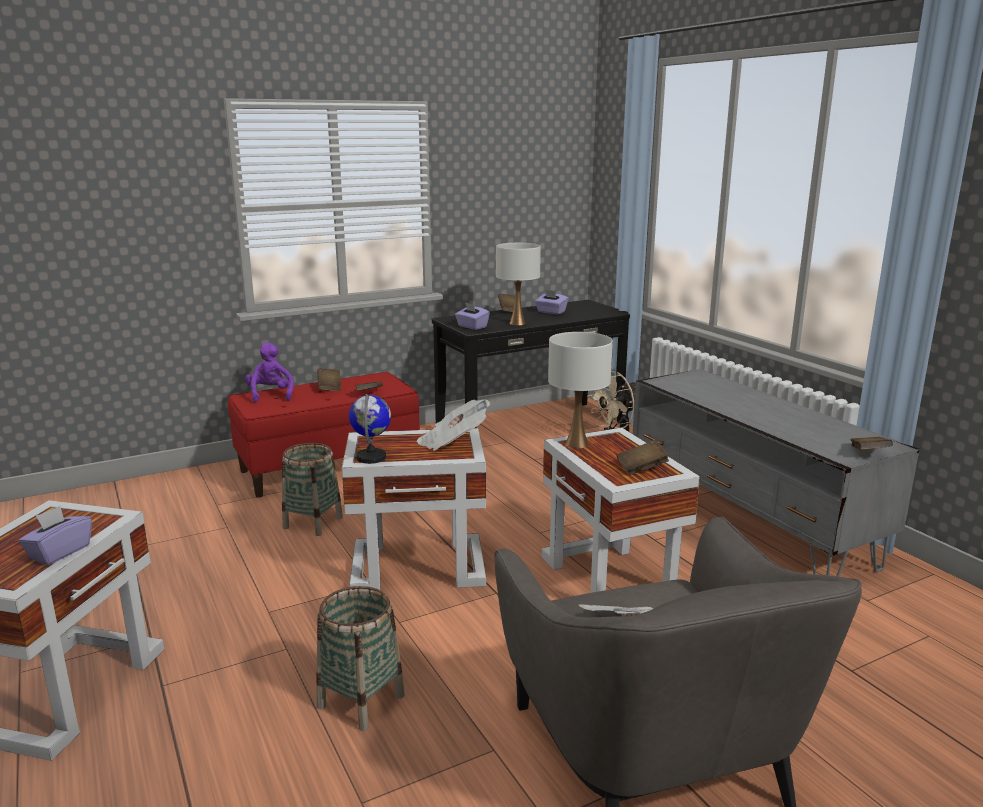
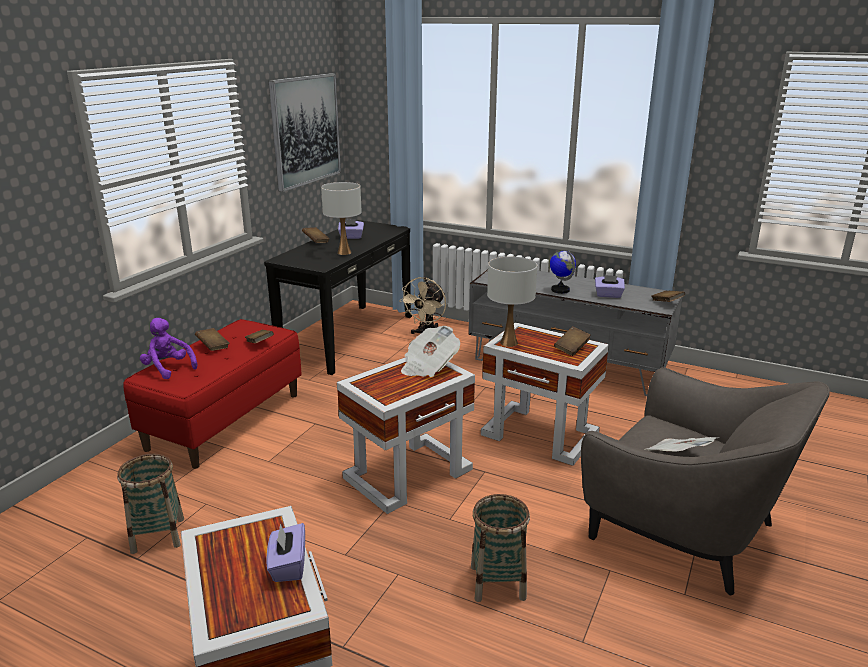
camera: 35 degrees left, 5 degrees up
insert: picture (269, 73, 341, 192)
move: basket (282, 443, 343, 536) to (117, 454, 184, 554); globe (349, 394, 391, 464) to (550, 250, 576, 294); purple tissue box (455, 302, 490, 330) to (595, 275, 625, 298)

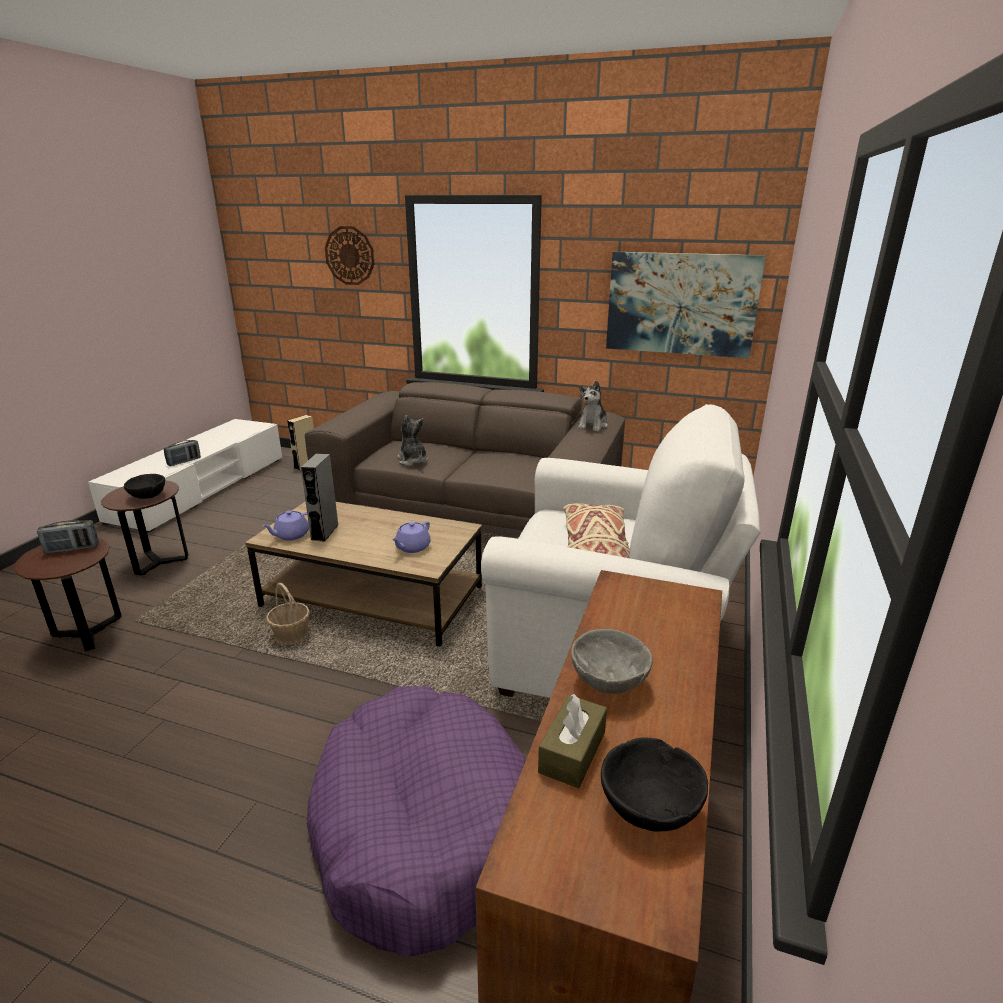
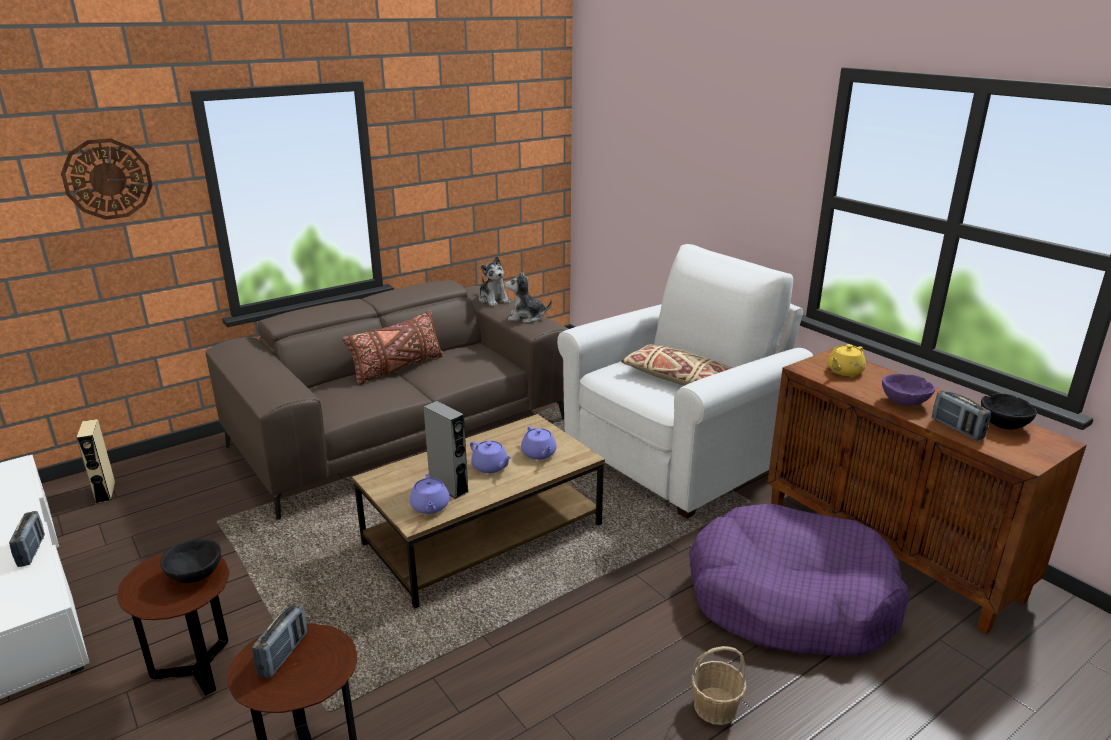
camera: 55 degrees left, 0 degrees up
delete: picture (606, 252, 766, 358)
insert: brown pillow (342, 310, 444, 385); purple teapot (470, 441, 512, 473); yellow teapot (827, 344, 866, 376)
move: basket (266, 583, 310, 645) to (691, 646, 747, 725); plush toy (398, 415, 428, 466) to (505, 271, 552, 323)
replace: brown tissue box (538, 694, 607, 788) to radio (932, 390, 991, 440)
recolor: grey bowl (571, 629, 653, 694) to purple bowl (882, 374, 935, 406)

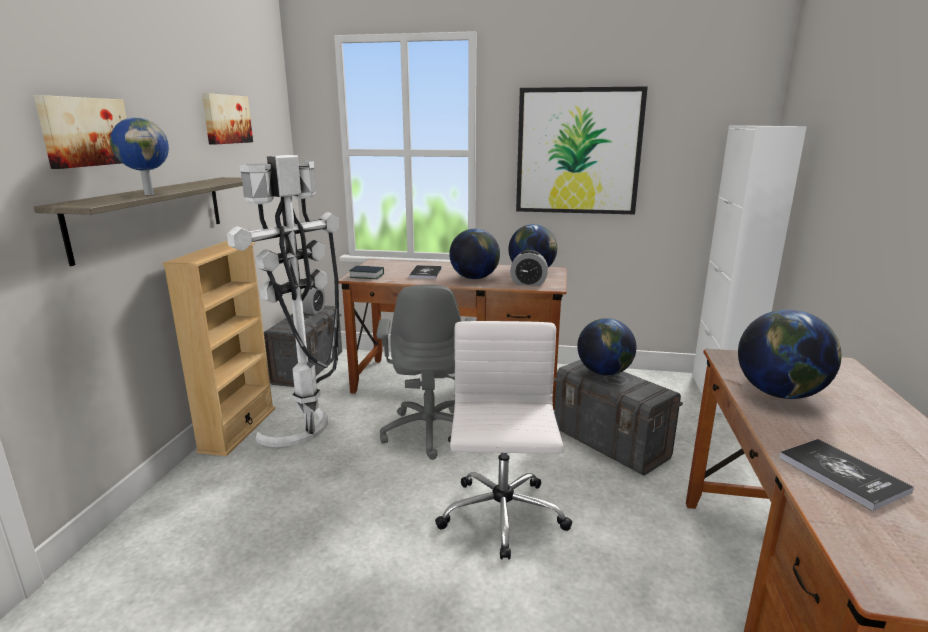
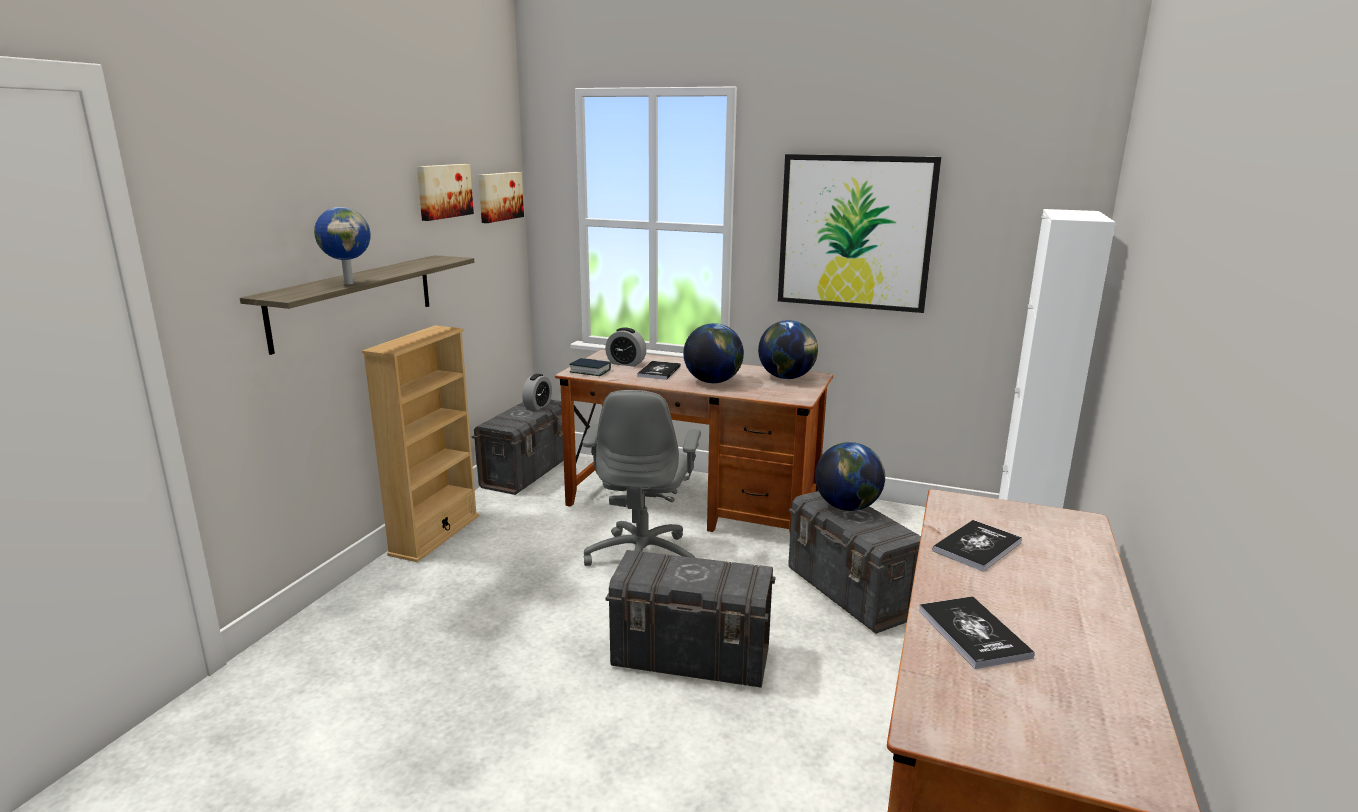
camera: 10 degrees right, 0 degrees up
delete: white floor lamp (227, 155, 340, 447)
move: picture (34, 95, 127, 169) to (478, 172, 524, 223); alarm clock (510, 250, 548, 286) to (605, 328, 647, 367)
replace: white office chair (435, 321, 572, 559) to grey storage box (605, 550, 775, 688); globe (738, 309, 842, 399) to book (933, 520, 1022, 572)

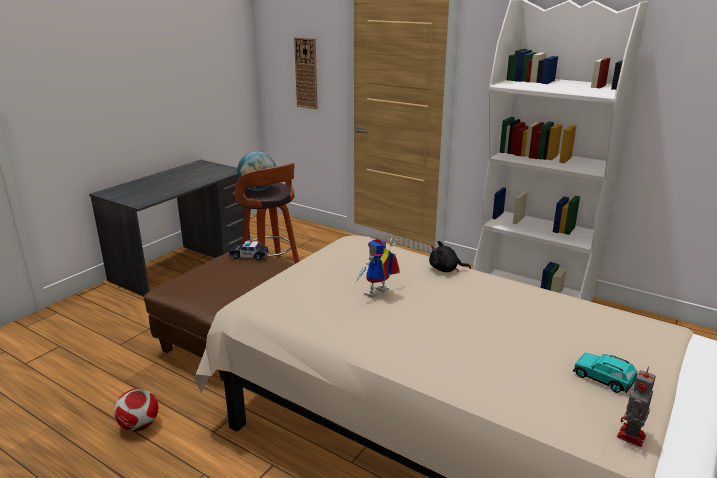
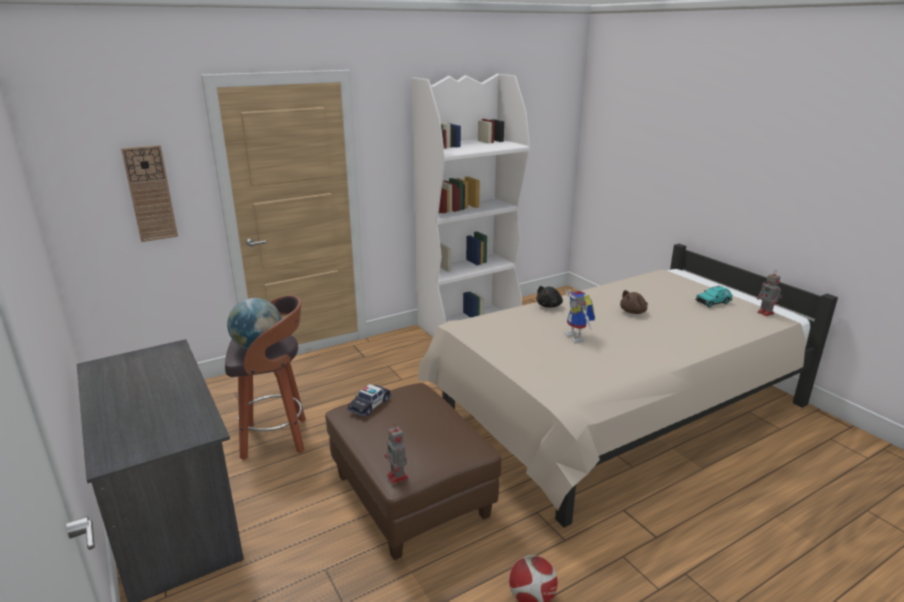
camera: 65 degrees left, 0 degrees up
insert: toy robot (385, 424, 409, 484); brown plush toy (620, 290, 647, 314)

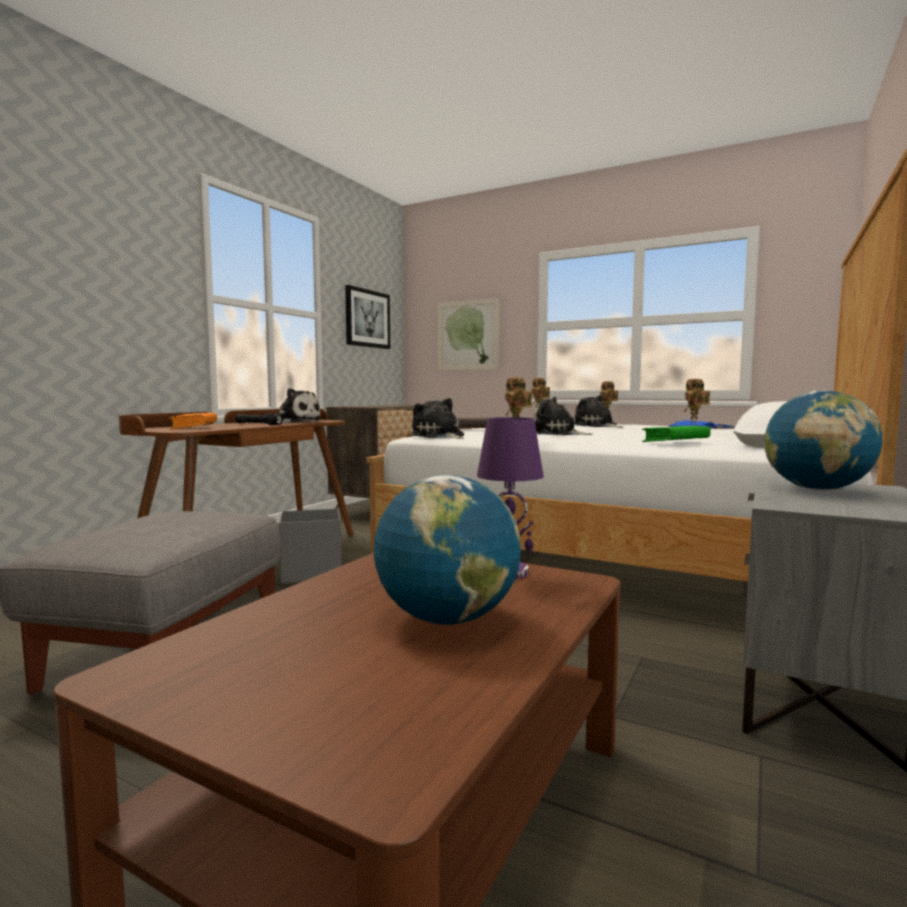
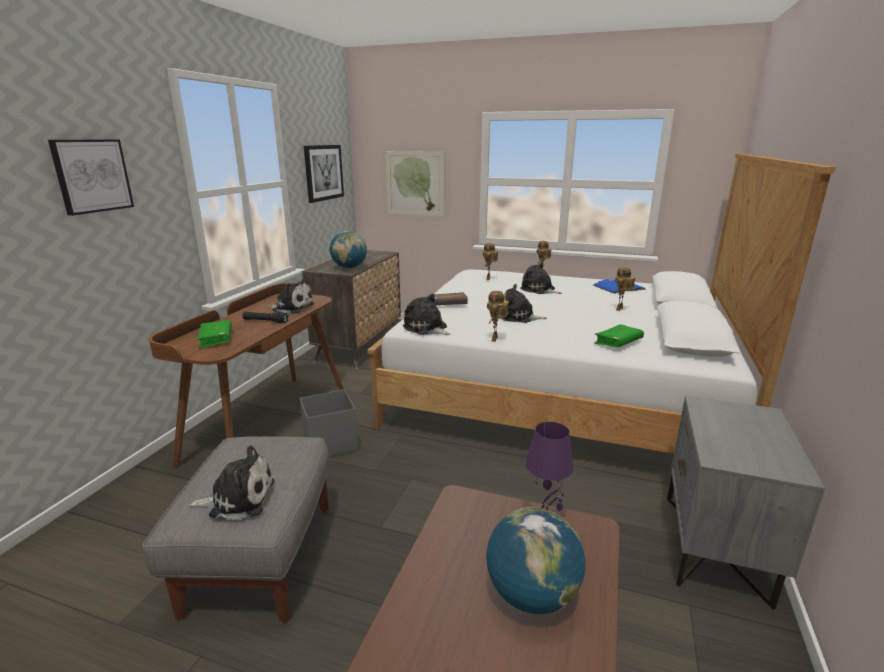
camera: 10 degrees left, 15 degrees up
insert: picture (48, 139, 134, 216); plush toy (189, 445, 274, 520)
move: globe (764, 390, 883, 491) to (330, 231, 367, 269)
recolor: orange book (168, 413, 217, 430) to green book (197, 320, 232, 349)

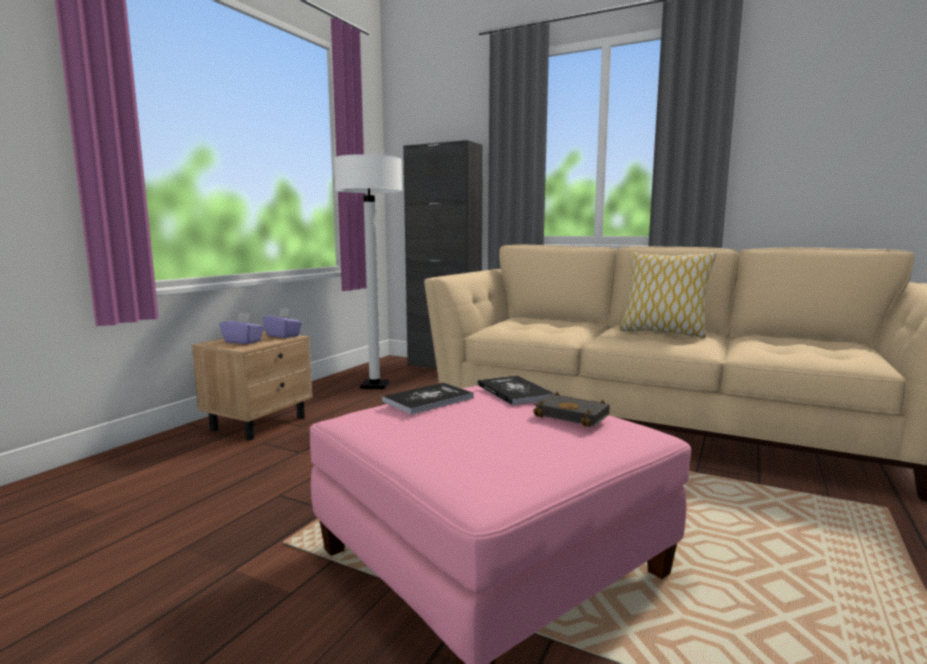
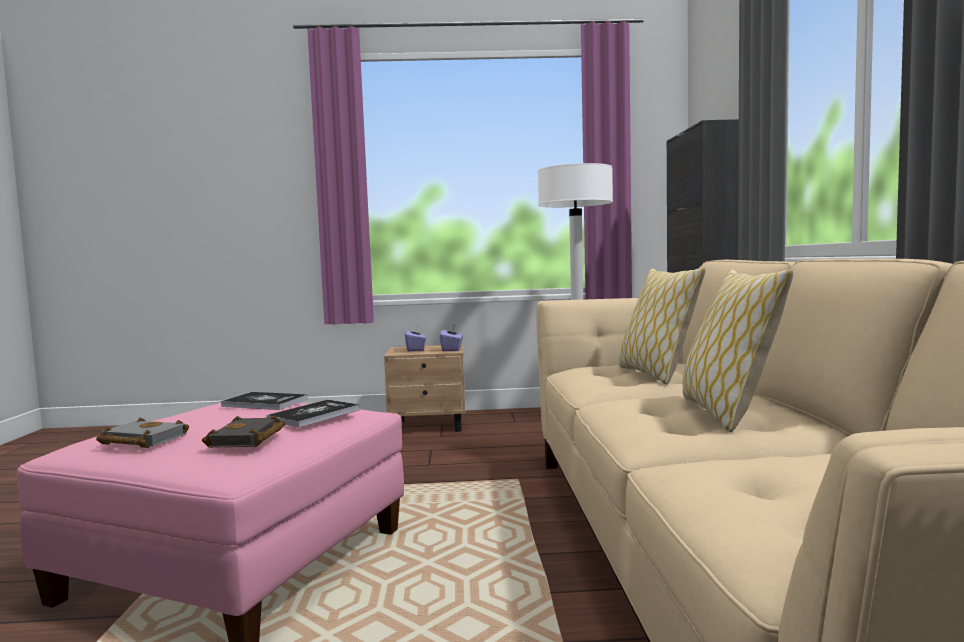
camera: 60 degrees right, 5 degrees down
insert: grey book (96, 417, 189, 448); pillow (619, 267, 706, 384)

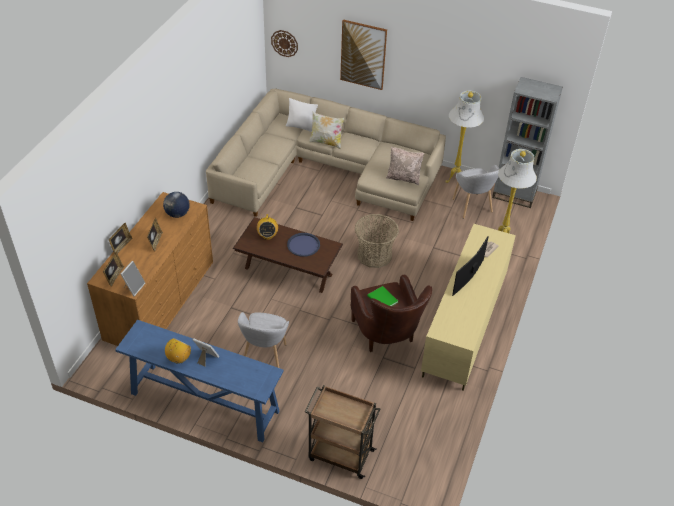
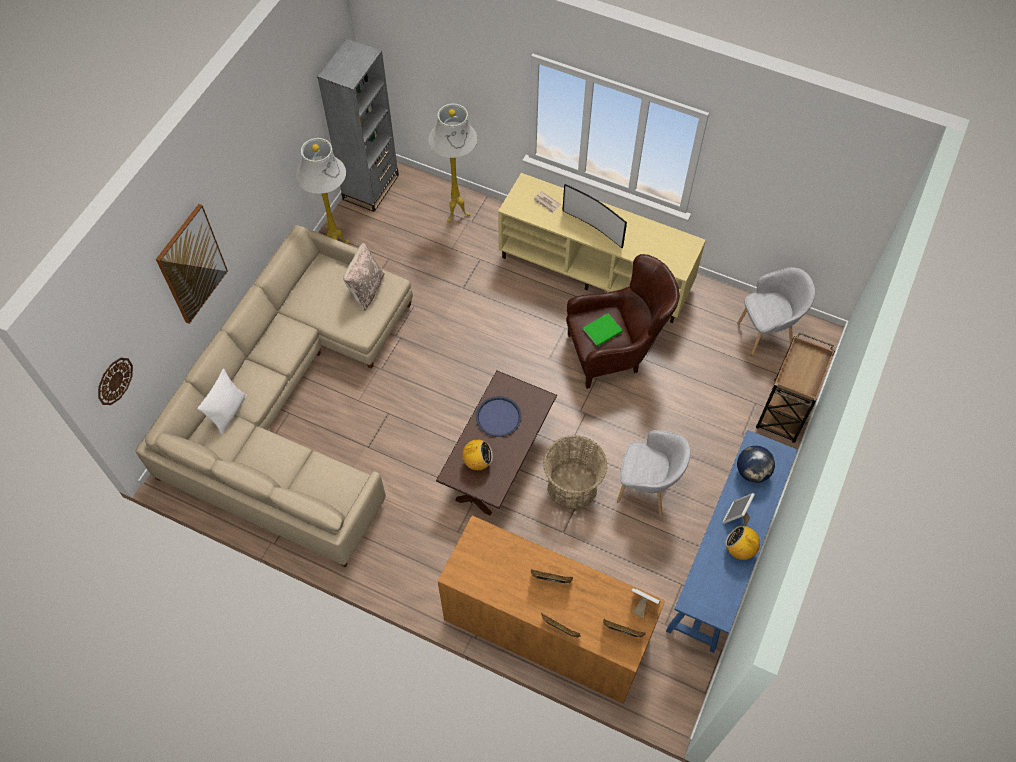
camera: 85 degrees left, 15 degrees up
delete: pillow (309, 112, 345, 149)
move: globe (163, 192, 190, 218) to (737, 446, 775, 483); basket (355, 214, 399, 268) to (543, 435, 608, 509); grey armchair (453, 165, 500, 219) to (737, 267, 815, 356)

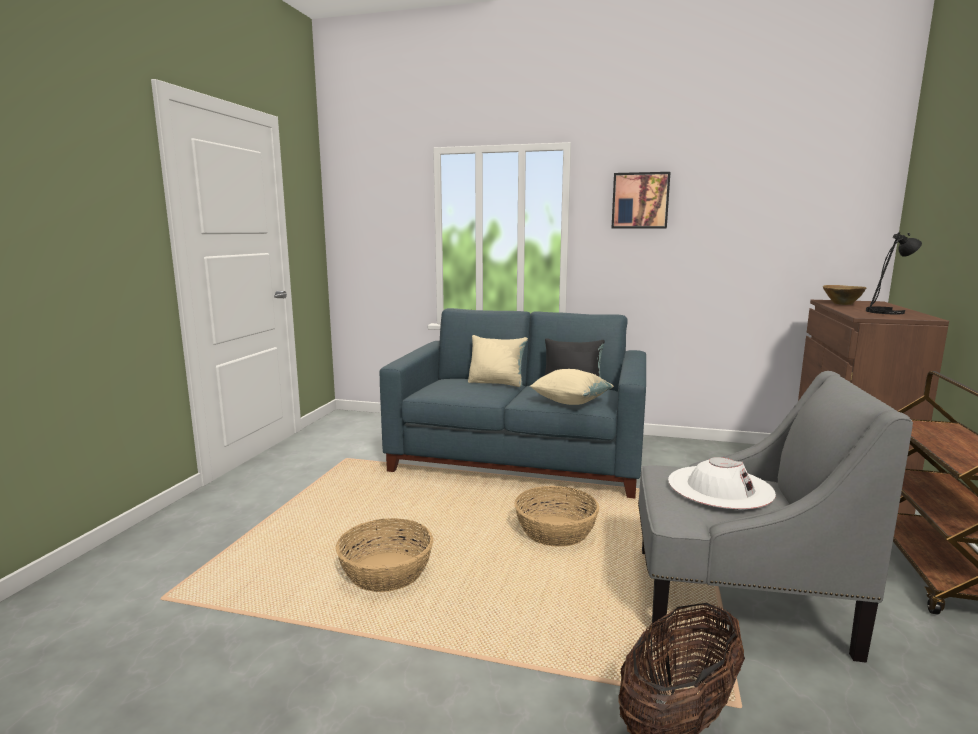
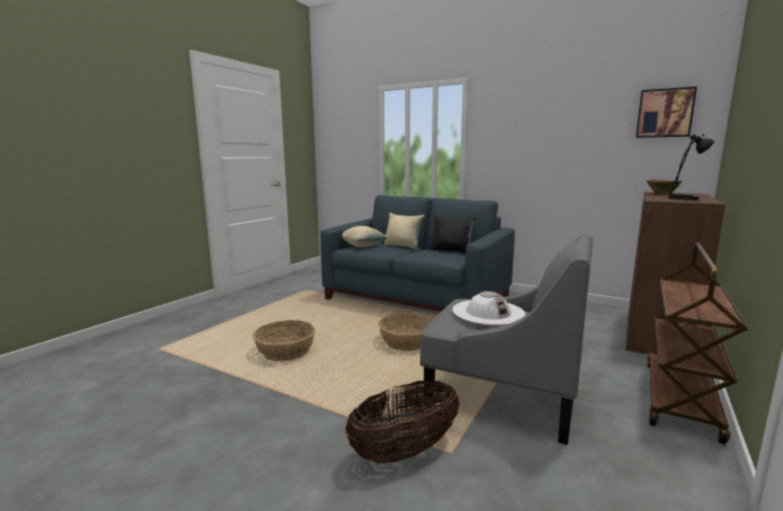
camera: 15 degrees right, 0 degrees up
move: beige pillow (530, 369, 614, 405) to (342, 226, 389, 247); picture (612, 172, 671, 228) to (636, 87, 697, 138)

